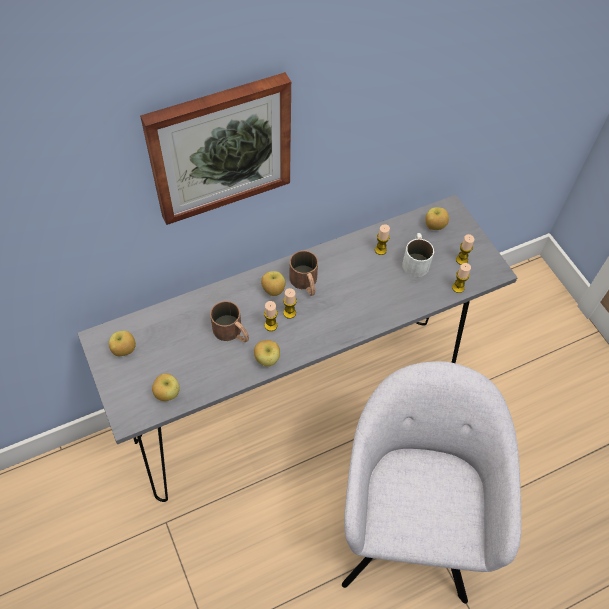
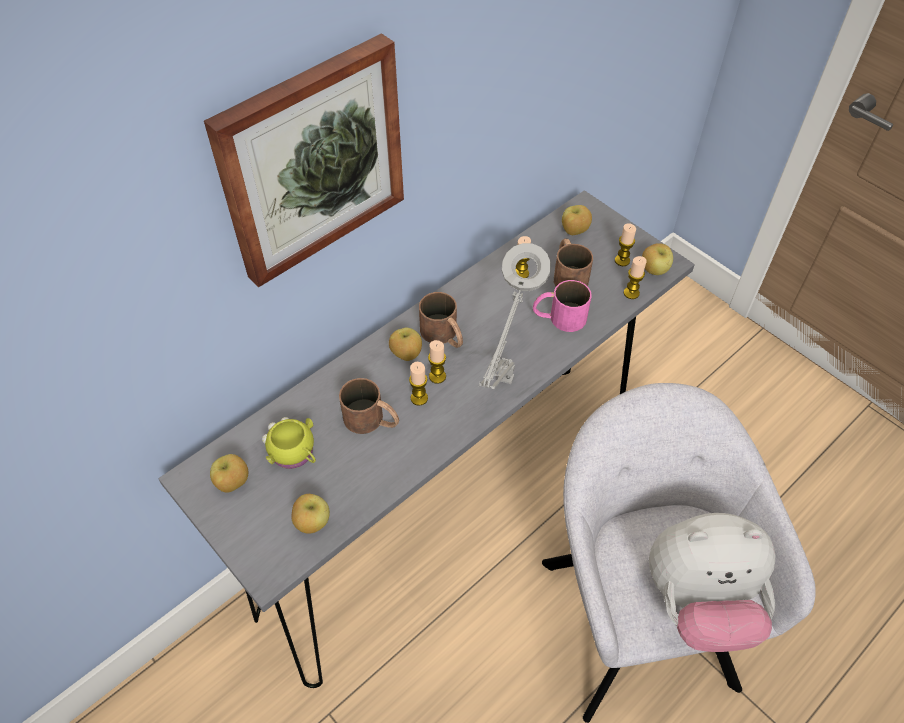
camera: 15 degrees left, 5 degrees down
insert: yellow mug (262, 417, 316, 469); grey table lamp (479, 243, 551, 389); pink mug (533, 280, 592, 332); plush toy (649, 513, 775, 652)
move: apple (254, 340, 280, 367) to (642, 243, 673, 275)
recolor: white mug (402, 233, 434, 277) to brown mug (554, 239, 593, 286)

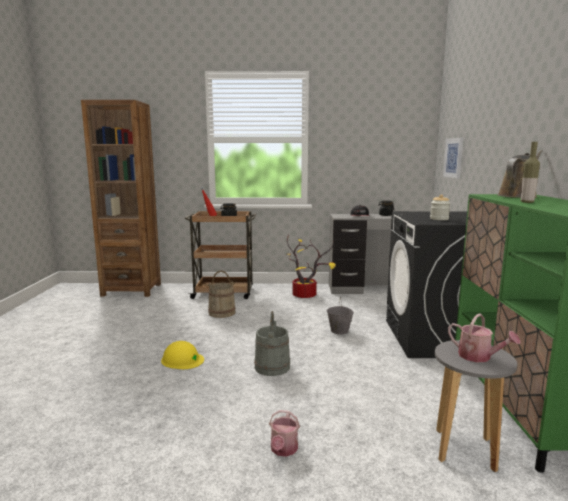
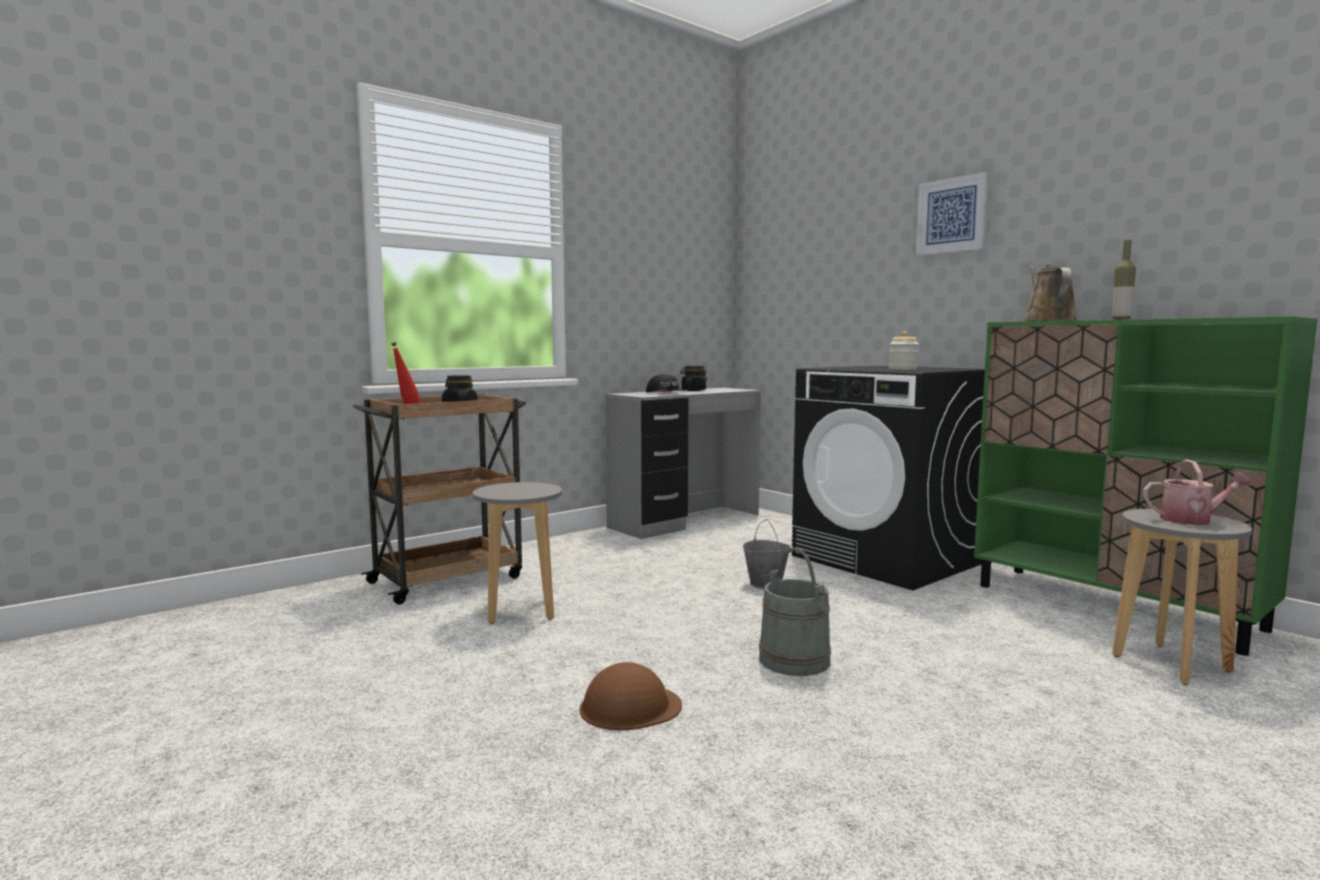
camera: 40 degrees left, 5 degrees down
delete: brown bookcase (81, 100, 161, 297); watering can (269, 410, 300, 457); potted plant (287, 235, 336, 298)
move: picture (443, 138, 463, 178) to (916, 172, 989, 255)
replace: beige bucket (207, 271, 236, 318) to grey stool (473, 482, 562, 624)
recolor: yellow hard hat (161, 341, 204, 369) to brown hard hat (579, 662, 682, 730)

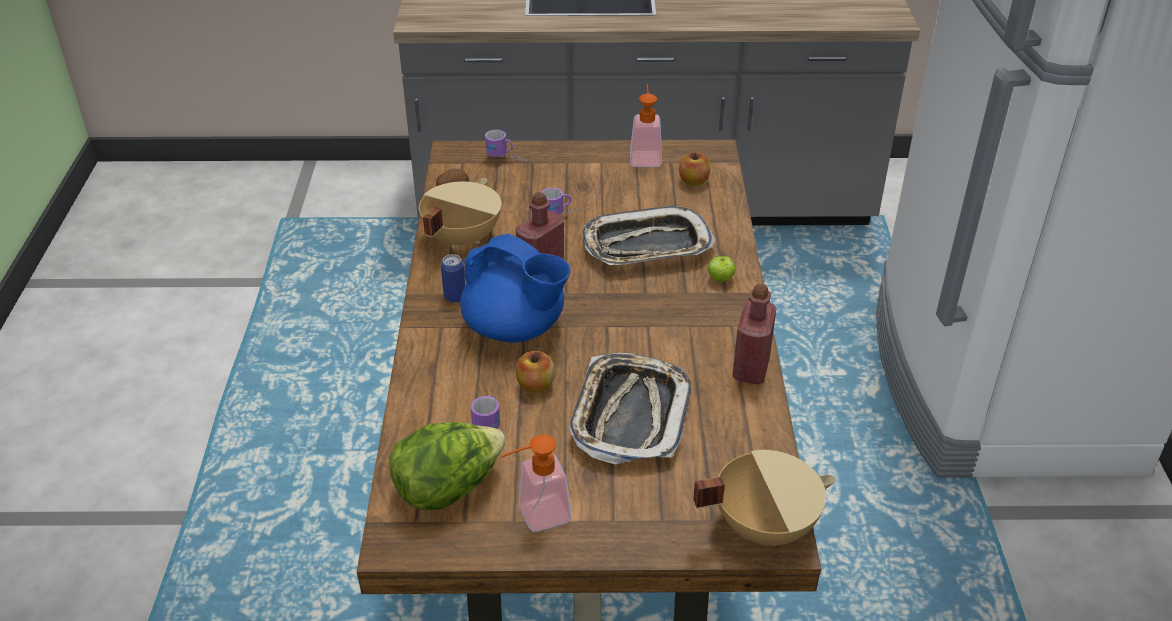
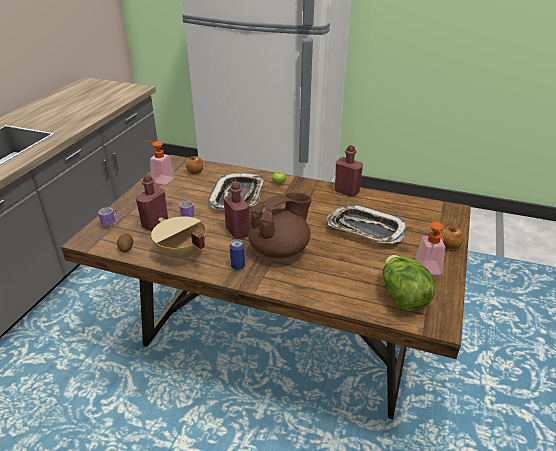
camera: 70 degrees left, 5 degrees down
delete: mug (471, 394, 500, 429); beige cooking pot (693, 450, 836, 546)
insert: red bottle (136, 175, 168, 231)
move: apple (516, 351, 555, 393) to (441, 227, 464, 250)
recolor: blue teapot (460, 234, 570, 342) to brown teapot (248, 192, 312, 258)

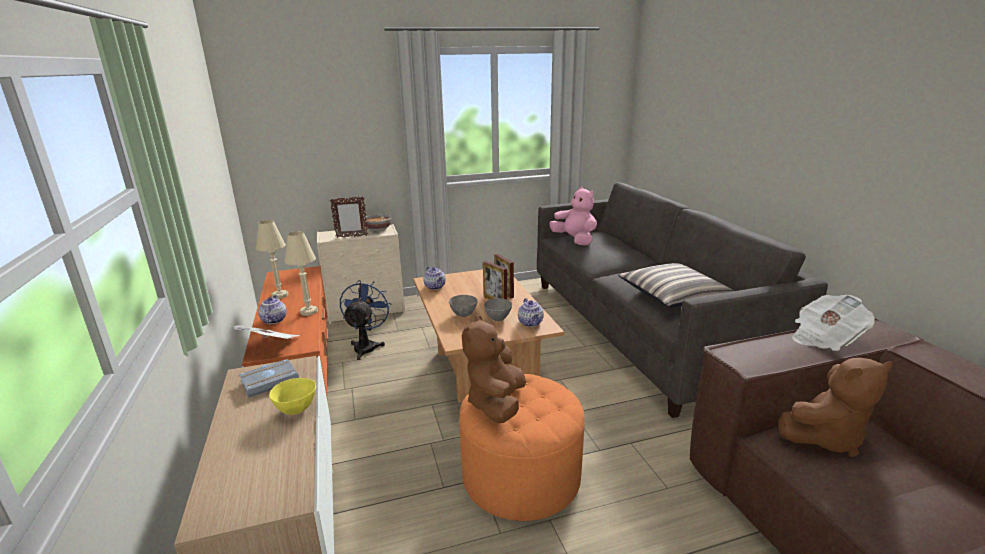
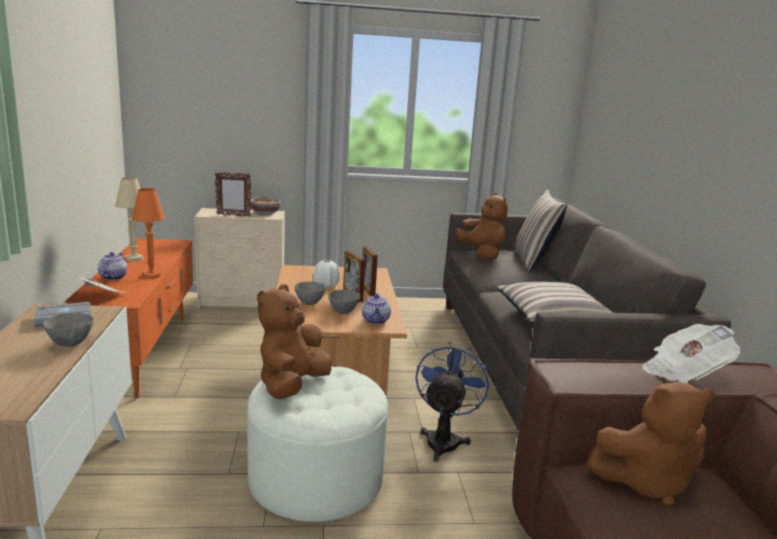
camera: 10 degrees right, 5 degrees down
delete: teapot (423, 267, 446, 290)
insert: white vase (313, 260, 340, 288); pillow (514, 190, 567, 272)
move: blue fan (340, 280, 391, 360) to (415, 342, 490, 461)
recolor: yellow bowl (269, 378, 316, 415) to grey bowl (43, 313, 94, 347); beige table lamp (284, 231, 318, 316) to orange table lamp (132, 188, 165, 279); orange ottoman (459, 374, 585, 521) to white ottoman (247, 366, 388, 522); pink plush toy (549, 186, 597, 245) to brown plush toy (456, 193, 508, 260)

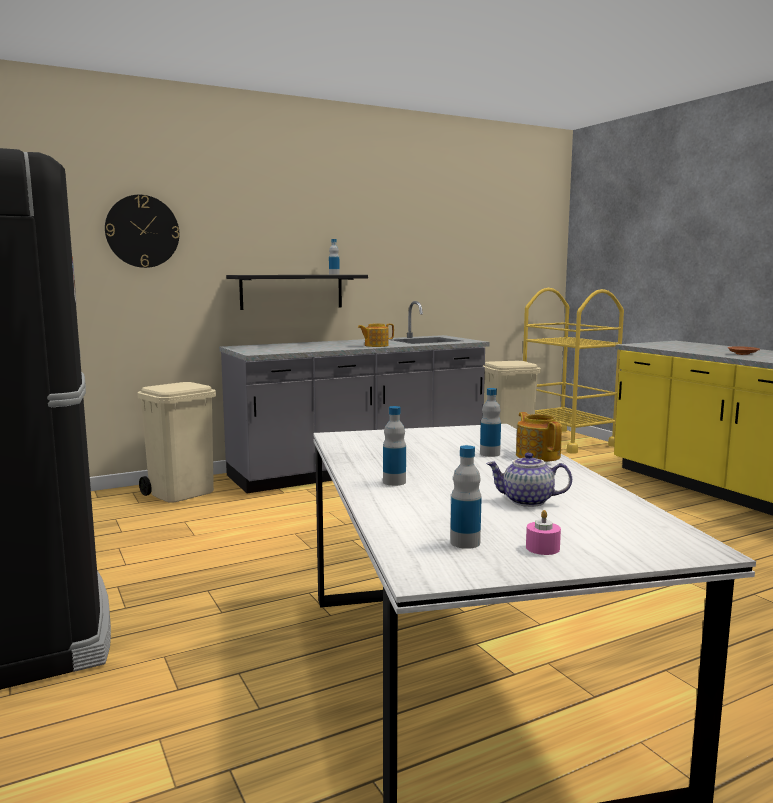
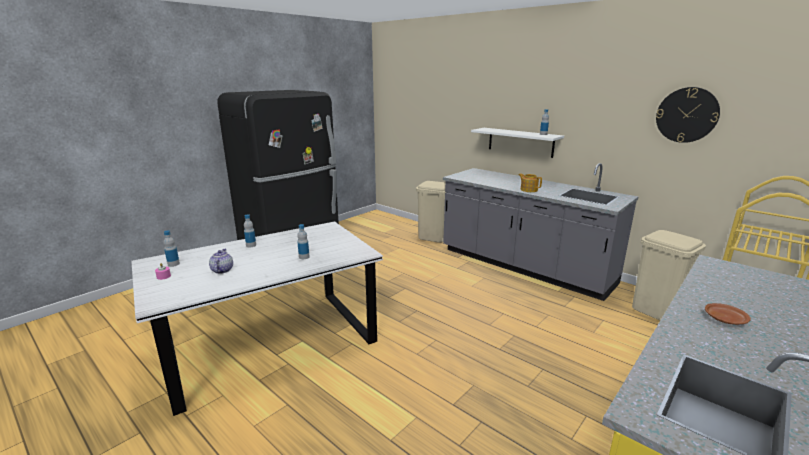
camera: 70 degrees right, 10 degrees up
delete: teapot (516, 412, 562, 462)
move: wall clock (105, 195, 179, 268) to (656, 87, 720, 143)
recolor: black shelf (226, 275, 368, 310) to white shelf (471, 128, 564, 158)

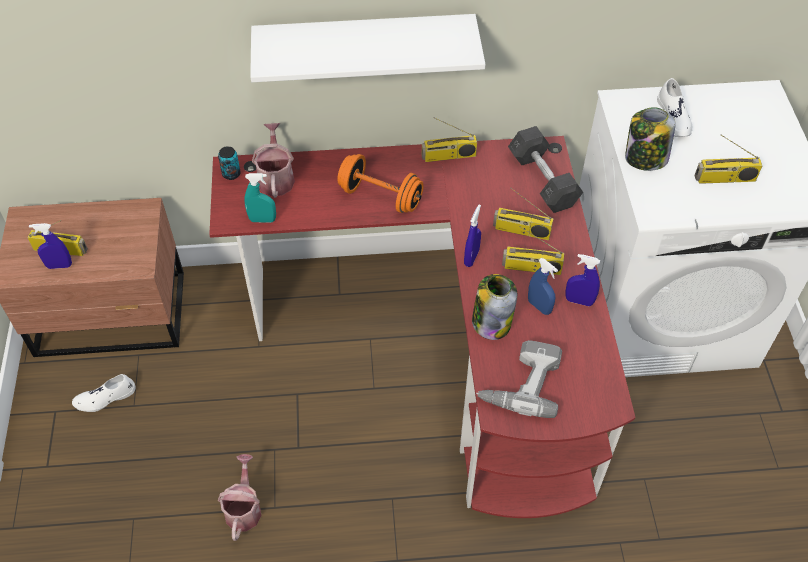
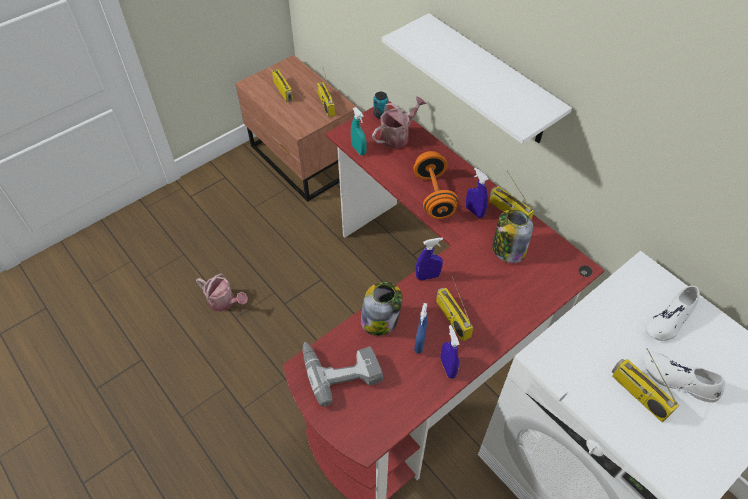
camera: 55 degrees right, 0 degrees up
delete: grey dumbbell (508, 126, 583, 213)
move: blue spray bottle (29, 223, 72, 269) to (466, 167, 489, 218); white shoe (72, 374, 135, 412) to (643, 352, 725, 403); radio (493, 187, 553, 240) to (317, 69, 335, 117); jar (625, 107, 676, 171) to (492, 210, 533, 263)
rotate: watering can (218, 454, 262, 541) = (196, 273, 248, 312) 60 degrees clockwise

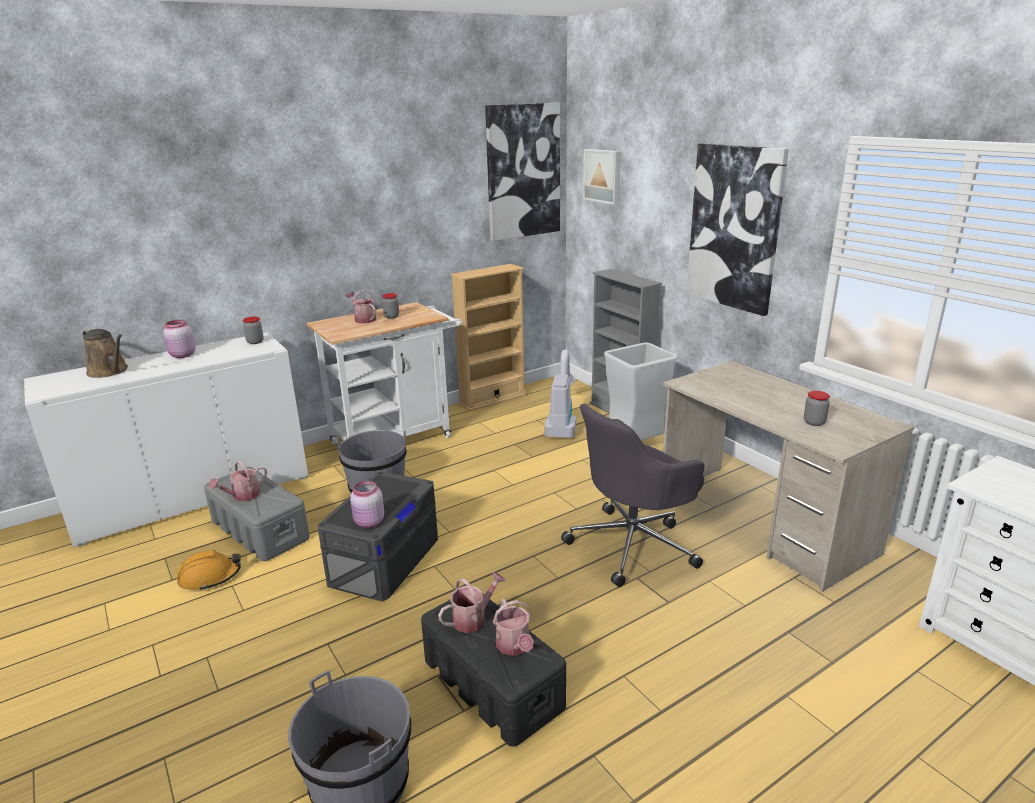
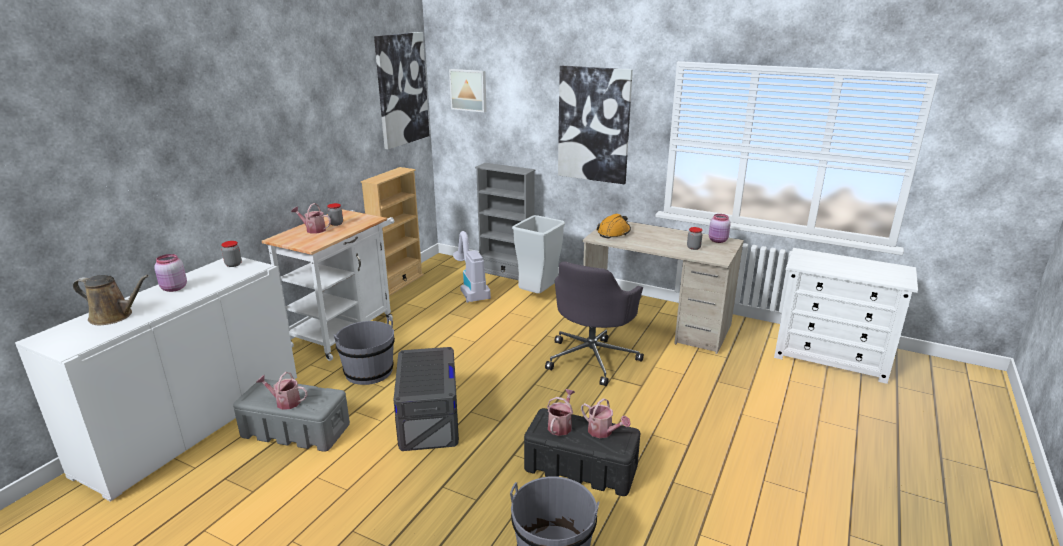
camera: 30 degrees left, 0 degrees up
move: orange hard hat (177, 550, 241, 591) to (597, 214, 631, 239); pink jar (350, 481, 384, 528) to (709, 214, 731, 243)
rotate: watering can (208, 461, 267, 501) = (256, 372, 308, 410) 90 degrees clockwise

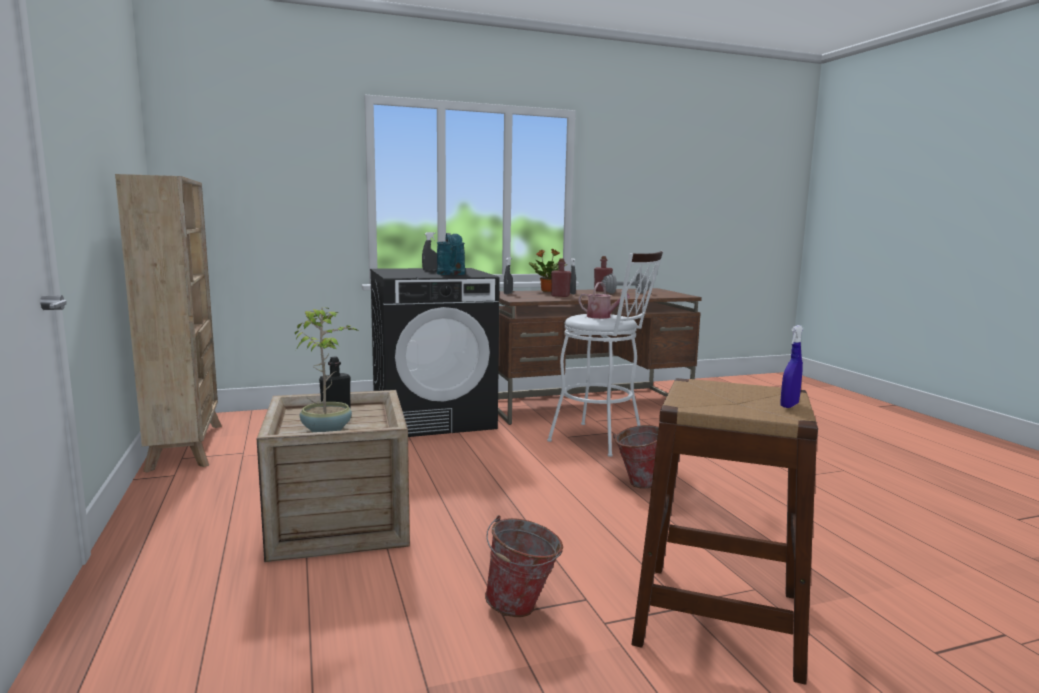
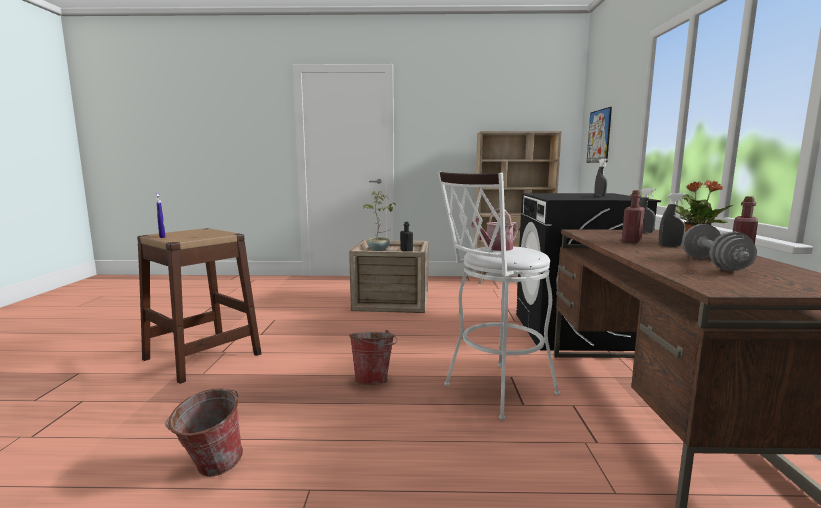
camera: 110 degrees right, 0 degrees up
delete: turquoise watering can (437, 233, 465, 275)
insert: picture (587, 107, 612, 163)
move: bucket (485, 515, 563, 617) to (165, 388, 243, 477)

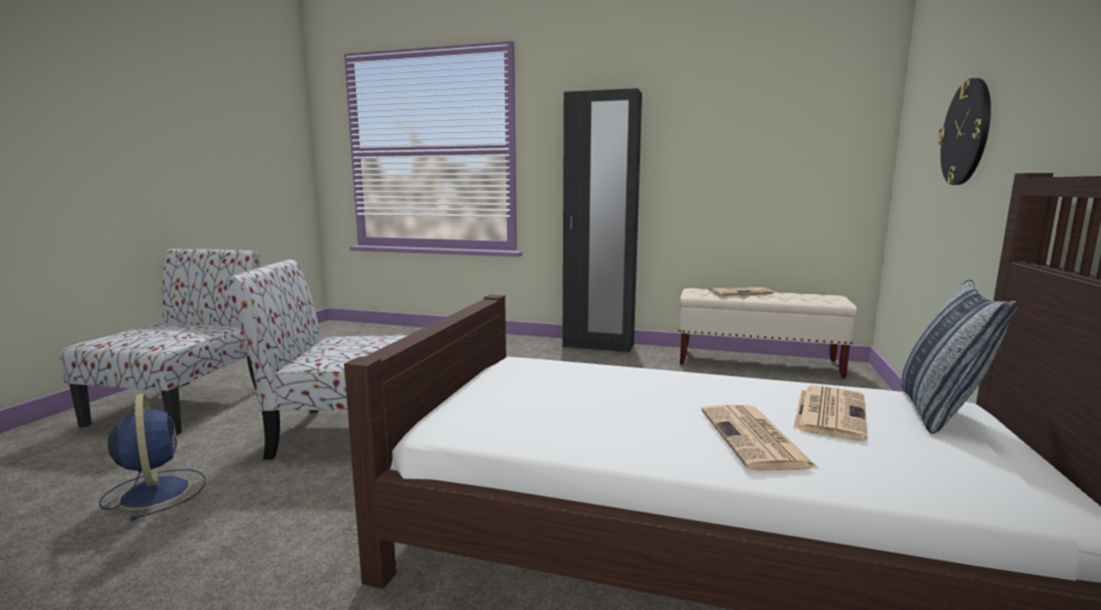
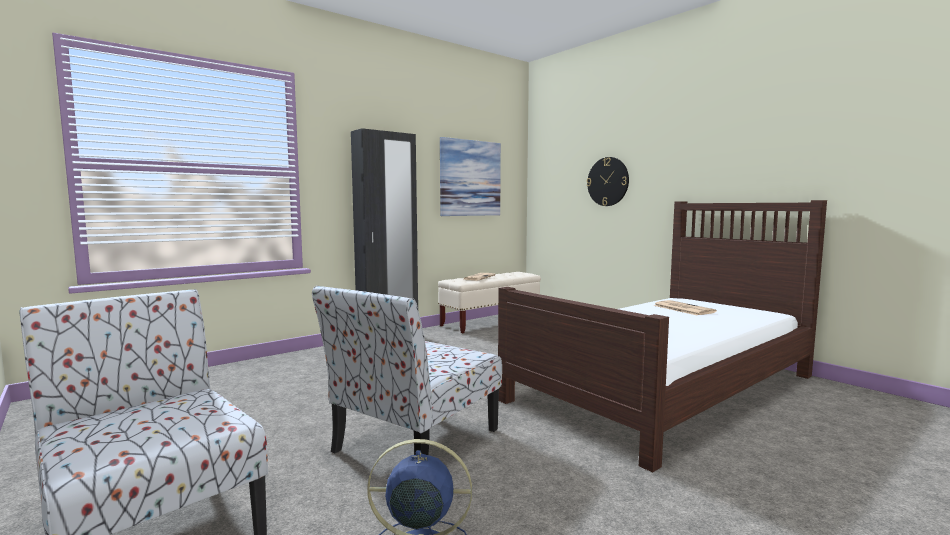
camera: 55 degrees left, 5 degrees down
delete: newspaper (701, 405, 819, 470); pillow (900, 279, 1018, 434)
insert: picture (440, 137, 501, 216)

